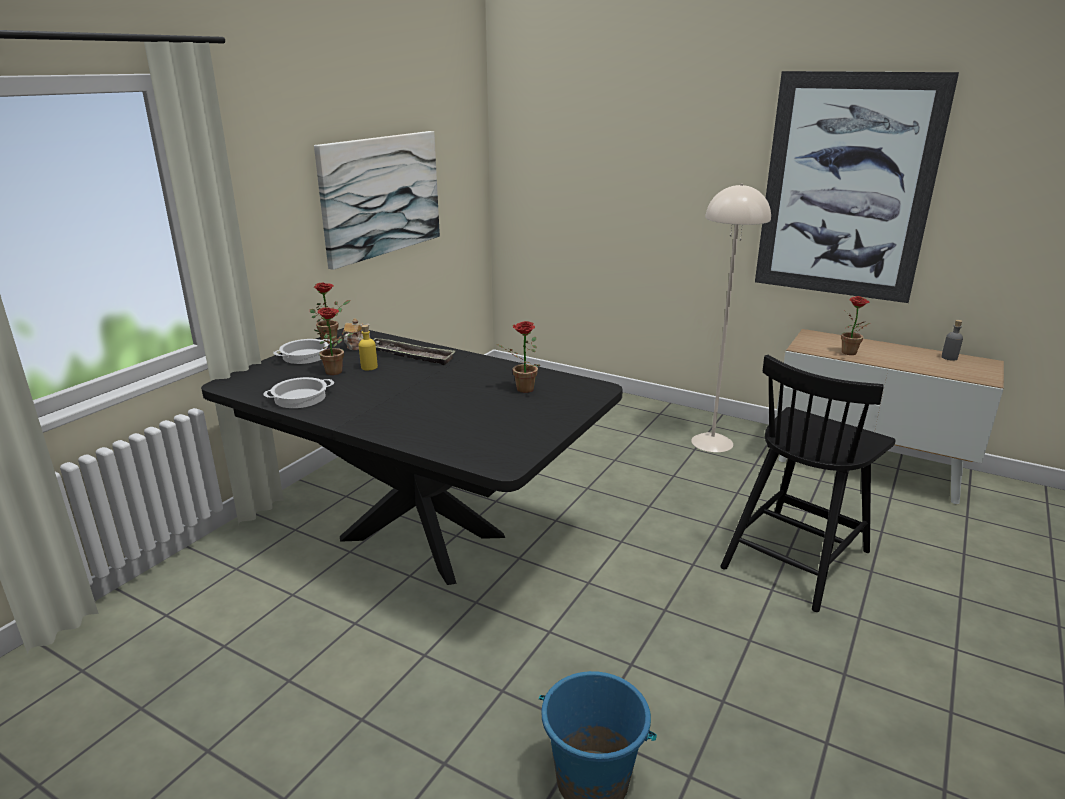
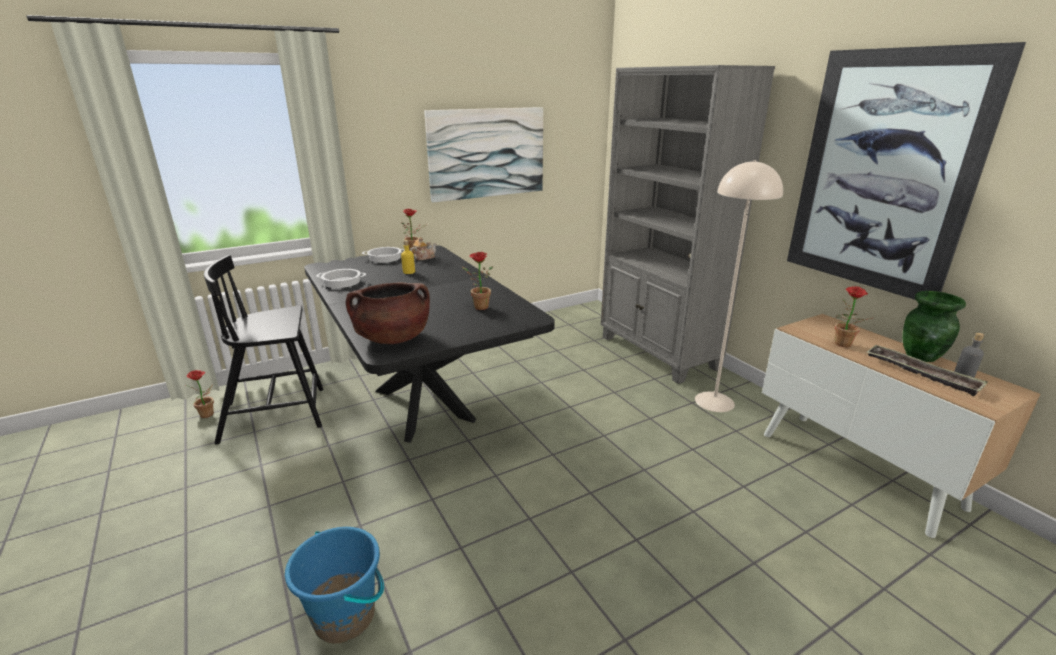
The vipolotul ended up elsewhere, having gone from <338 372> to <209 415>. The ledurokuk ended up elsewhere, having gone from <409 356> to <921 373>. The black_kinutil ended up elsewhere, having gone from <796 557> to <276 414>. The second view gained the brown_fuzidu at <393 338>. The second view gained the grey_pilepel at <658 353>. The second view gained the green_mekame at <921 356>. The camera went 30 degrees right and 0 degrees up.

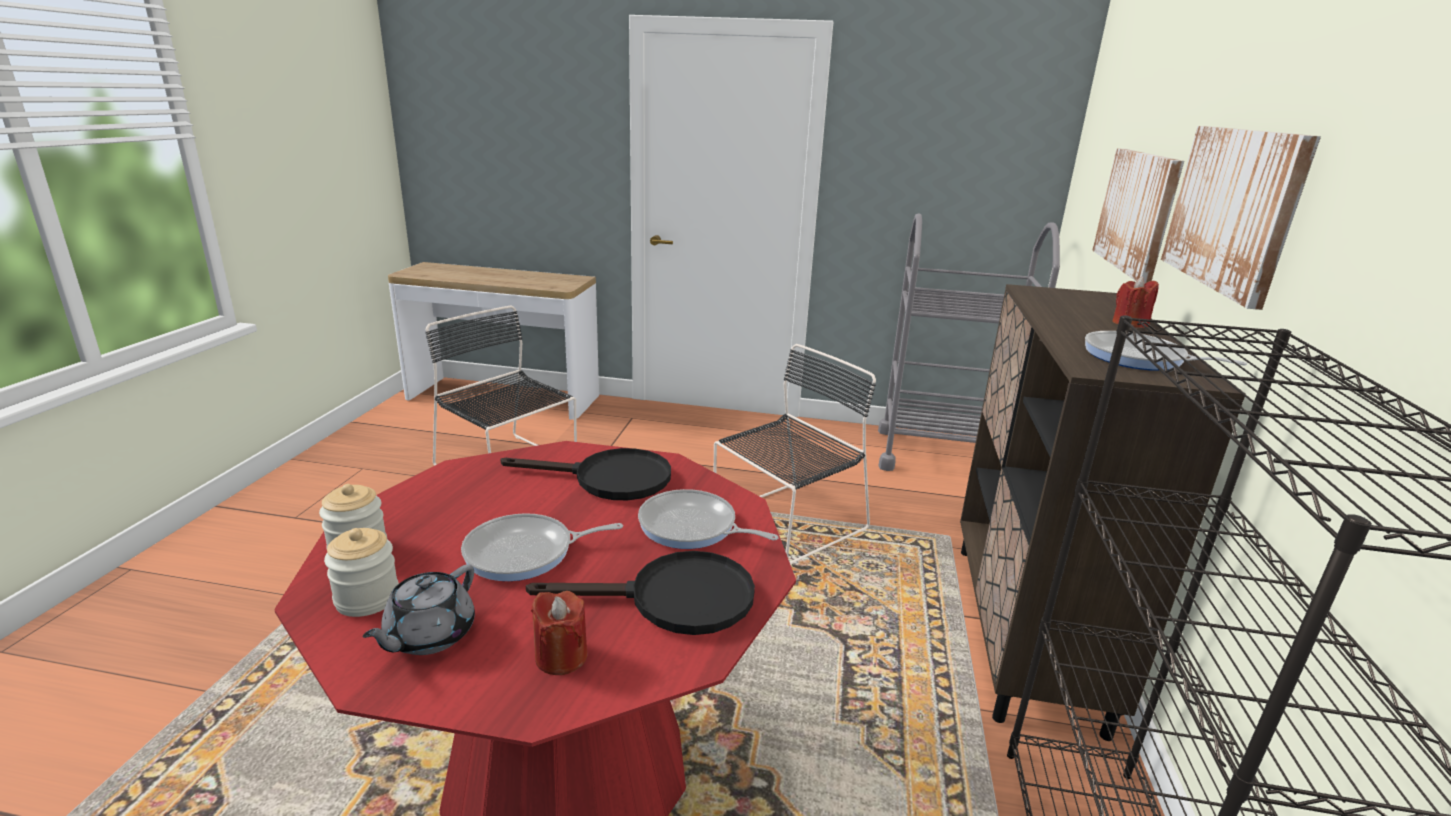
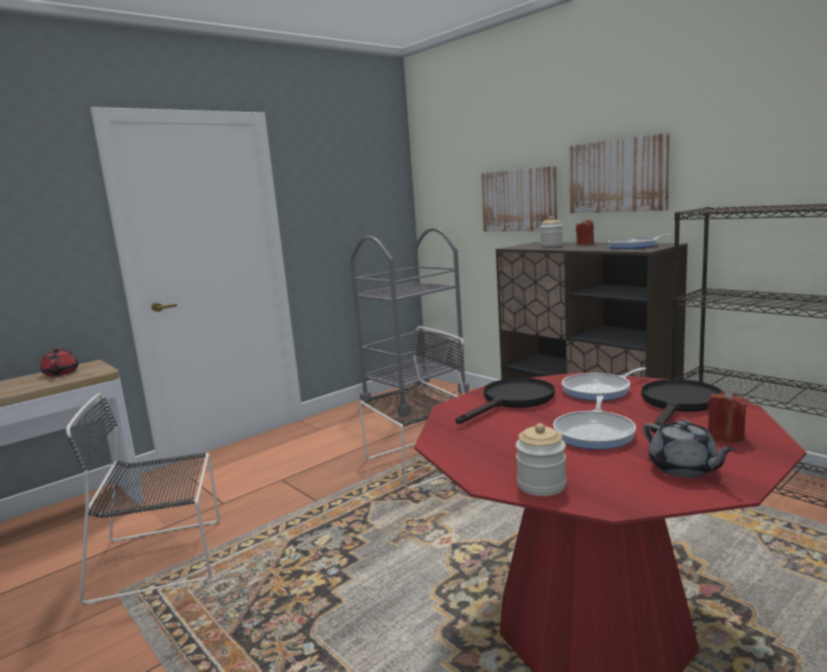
The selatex ended up elsewhere, having gone from <367 598> to <551 245>. The black_kinutil at <786 523> ended up facing another way, 60 degrees clockwise from before. The second view gained the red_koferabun at <61 373>. The camera went 50 degrees left and 10 degrees down.

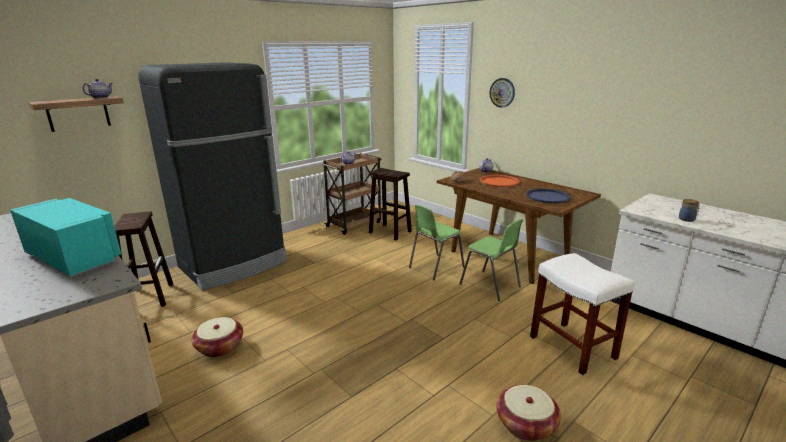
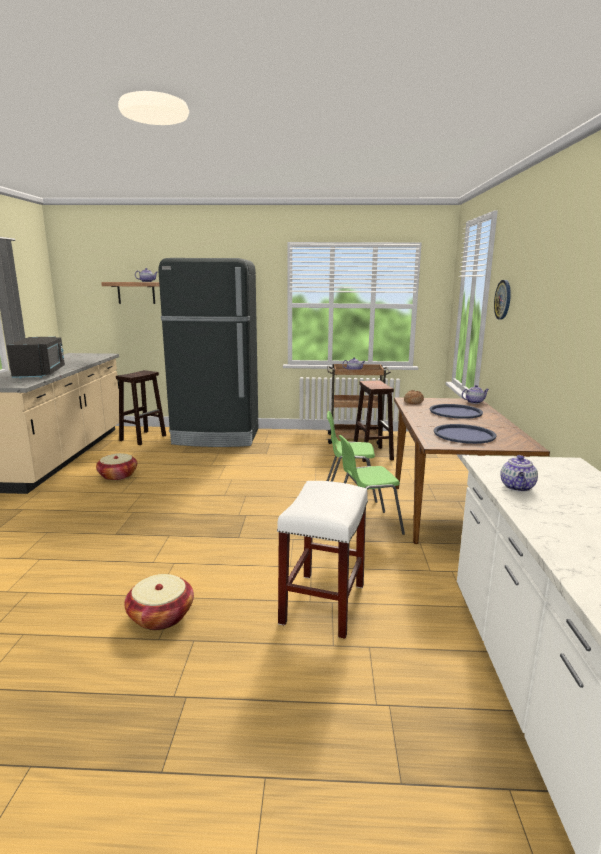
What was the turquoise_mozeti at <76 258> turned into the black_mozeti at <41 373>. The green_kinutil at <490 285> ended up facing another way, 75 degrees clockwise from before. What was the orange_ledurokuk at <499 181> turned into the blue_ledurokuk at <455 412>. Where the selatex stood at <687 219>, the koferabun came to stand at <517 487>. The camera went 45 degrees right and 5 degrees down.

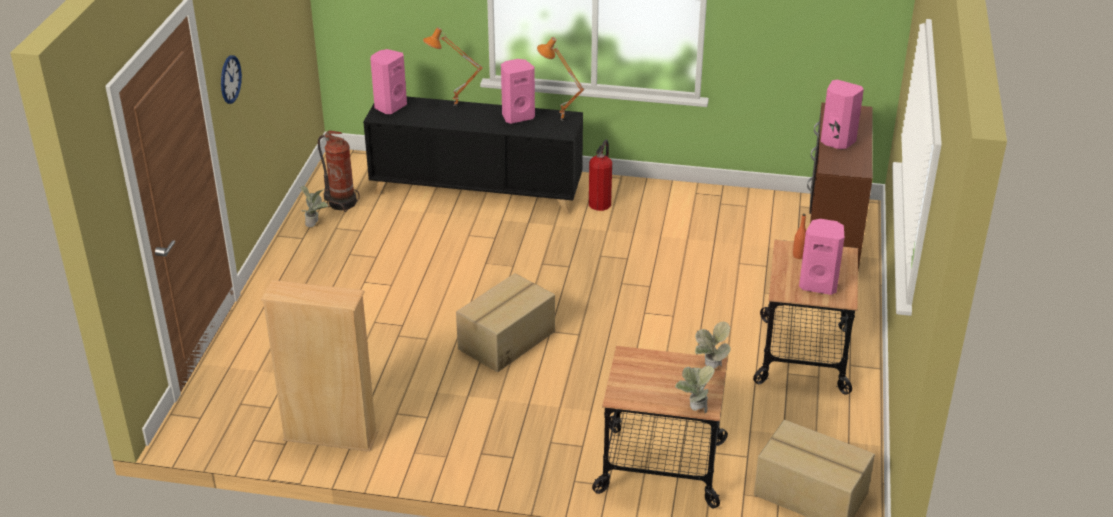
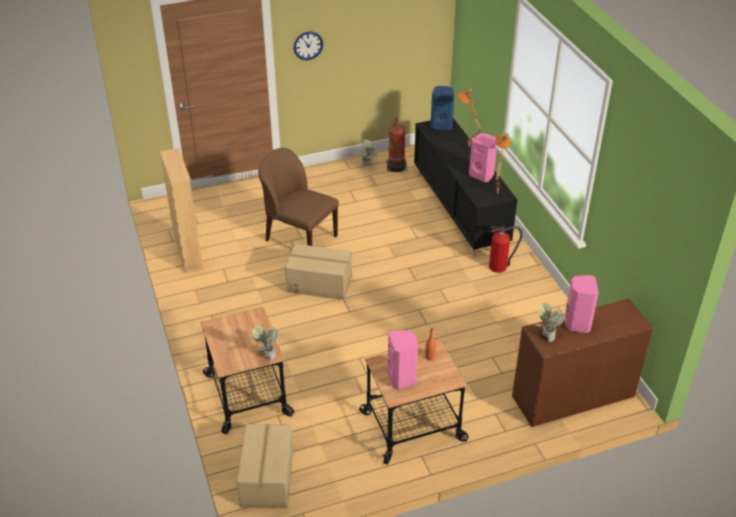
What was the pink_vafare at <389 106> turned into the blue_vafare at <441 125>. The vipolotul ended up elsewhere, having gone from <694 410> to <546 336>. The second view gained the brown_kinutil at <300 238>. The camera went 60 degrees right and 5 degrees up.

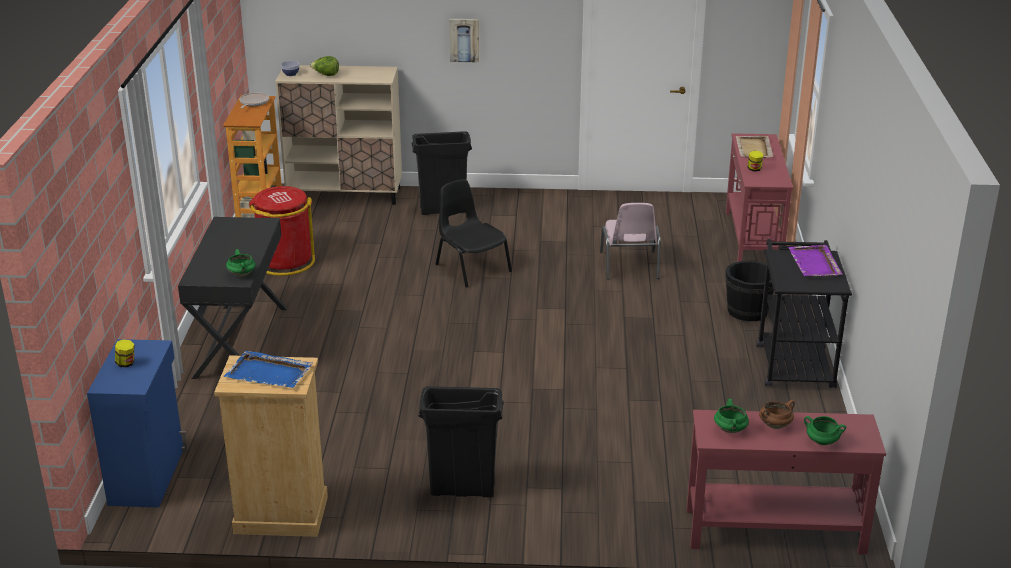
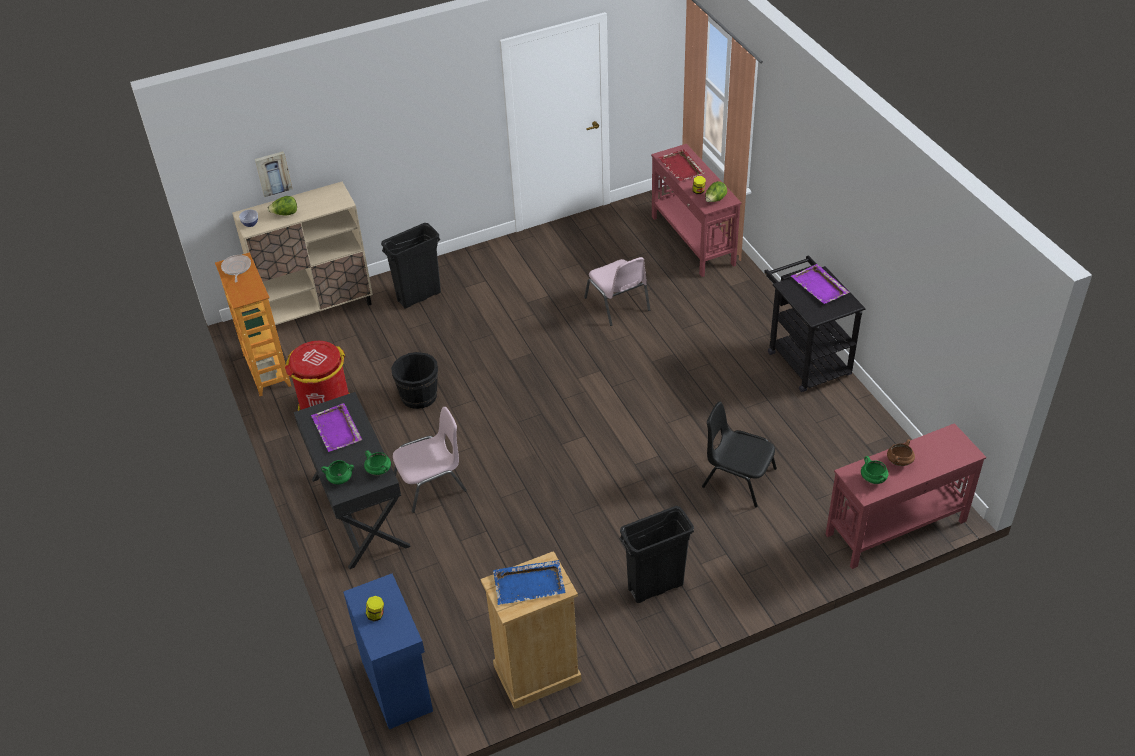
The black_kinutil ended up elsewhere, having gone from <472 268> to <737 477>. The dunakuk ended up elsewhere, having gone from <464 39> to <273 173>. The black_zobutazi ended up elsewhere, having gone from <747 311> to <419 396>. What was the beige_ledurokuk at <753 149> turned into the red_ledurokuk at <681 167>. The green_fuzidu ended up elsewhere, having gone from <821 442> to <340 479>. The second view gained the purple_ledurokuk at <336 430>. The second view gained the pink_kinutil at <431 483>. The second view gained the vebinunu at <715 200>. The camera went 25 degrees left and 15 degrees up.

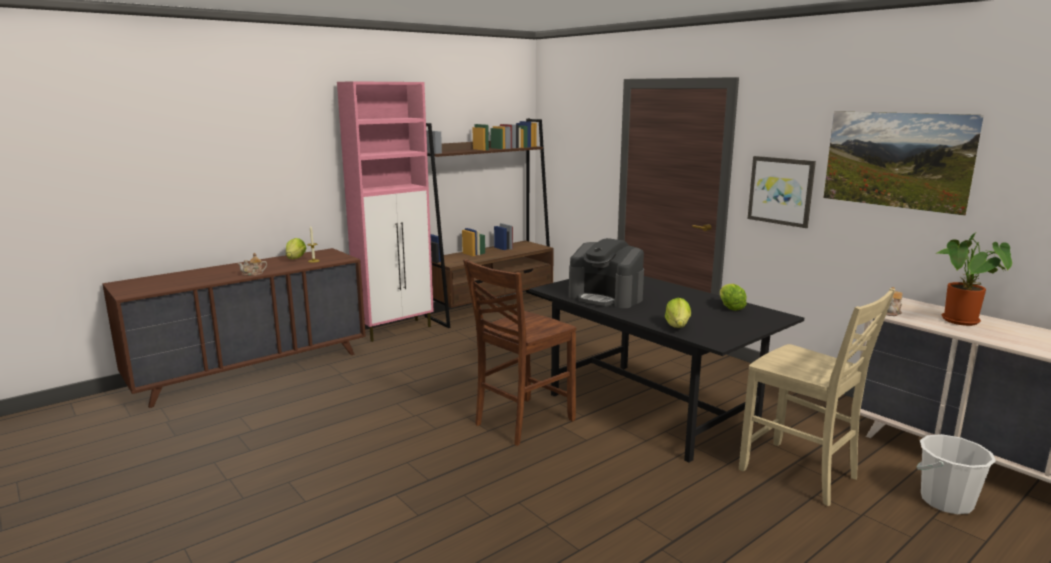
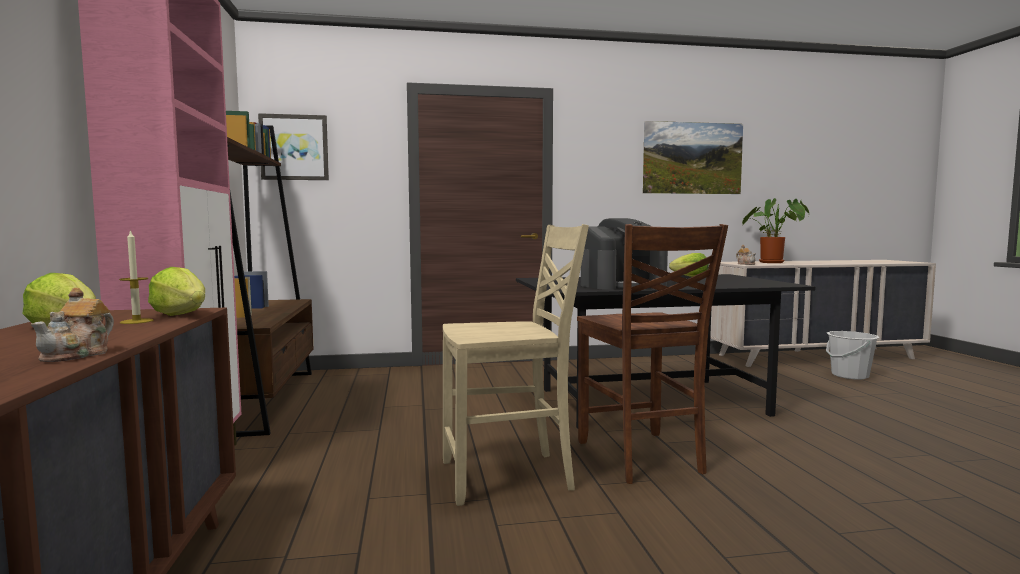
The vebinunu ended up elsewhere, having gone from <677 326> to <181 315>. The beige_kinutil ended up elsewhere, having gone from <800 474> to <509 476>. The dunakuk ended up elsewhere, having gone from <781 191> to <294 147>. The camera went 60 degrees left and 10 degrees down.

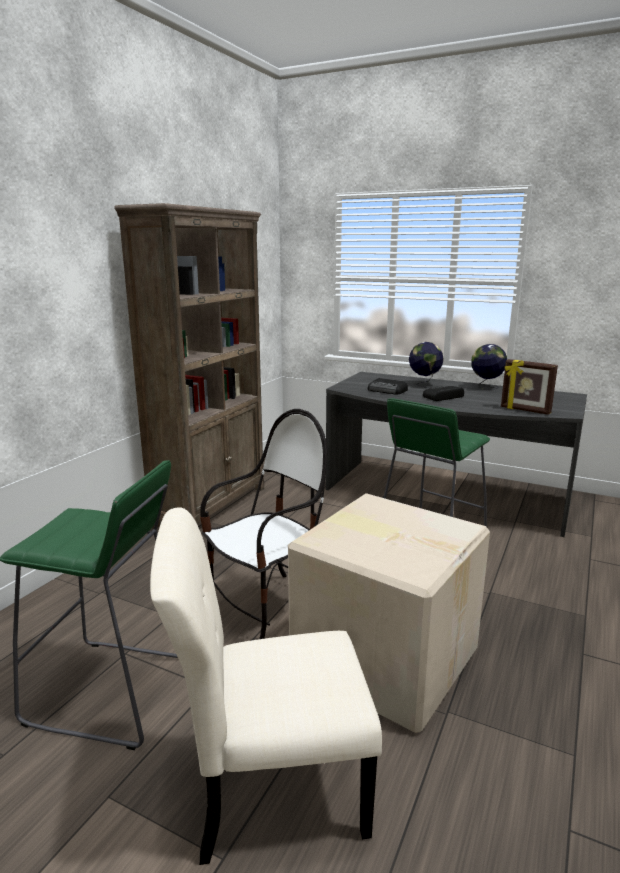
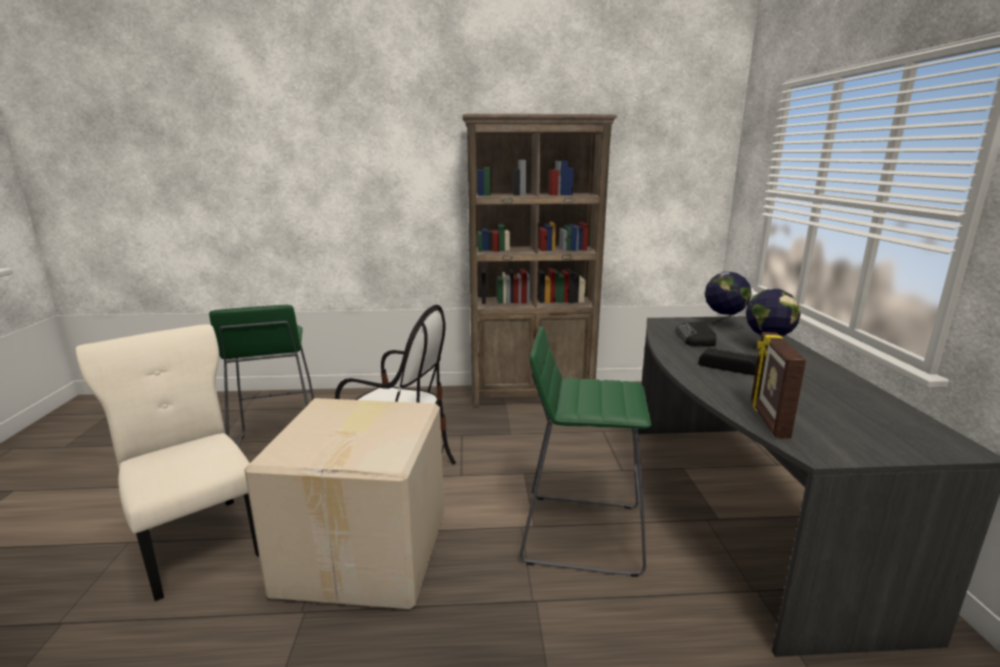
The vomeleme ended up elsewhere, having gone from <486 387> to <723 325>. The camera went 60 degrees right and 0 degrees up.

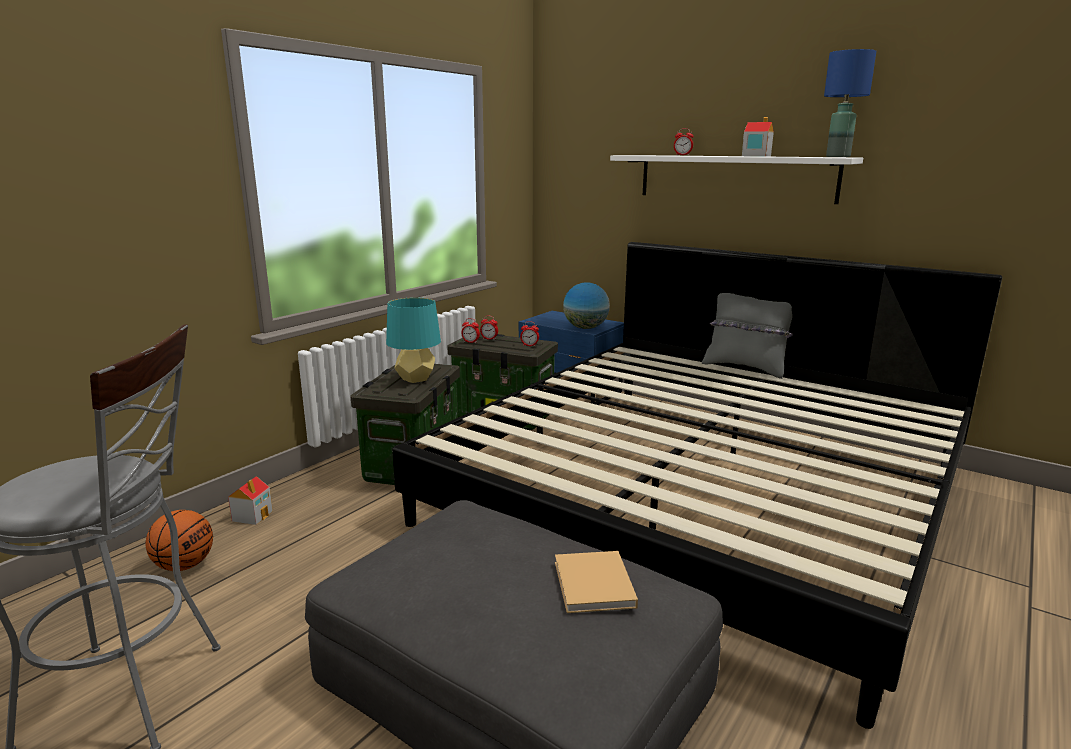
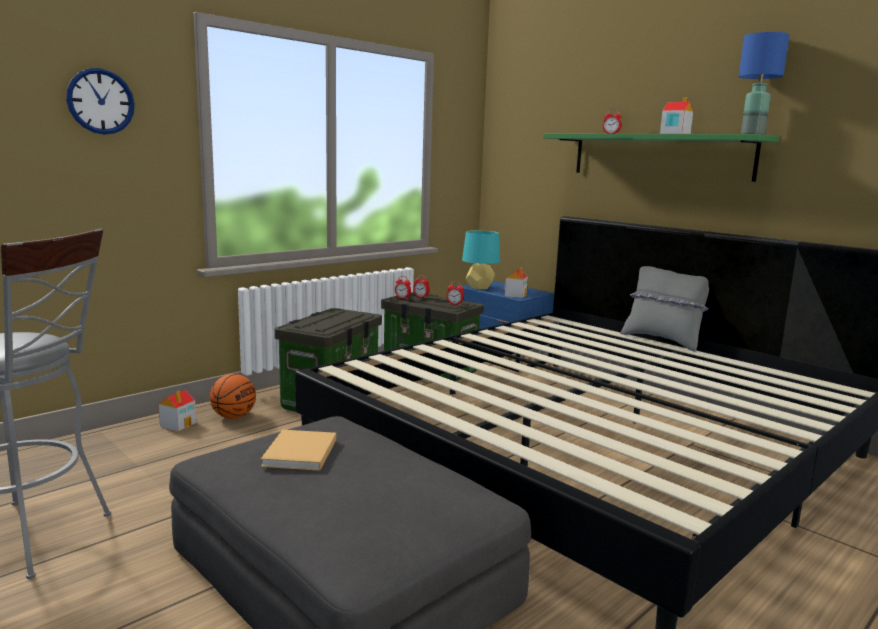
The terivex ended up elsewhere, having gone from <184 565> to <233 416>. The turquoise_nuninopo ended up elsewhere, having gone from <415 379> to <479 287>. The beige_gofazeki ended up elsewhere, having gone from <594 586> to <299 454>. Where the vomeleme stood at <585 328>, the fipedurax came to stand at <515 295>. What was the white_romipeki at <734 177> turned into the green_romipeki at <659 156>. The second view gained the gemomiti at <101 101>. The camera went 10 degrees right and 5 degrees down.

